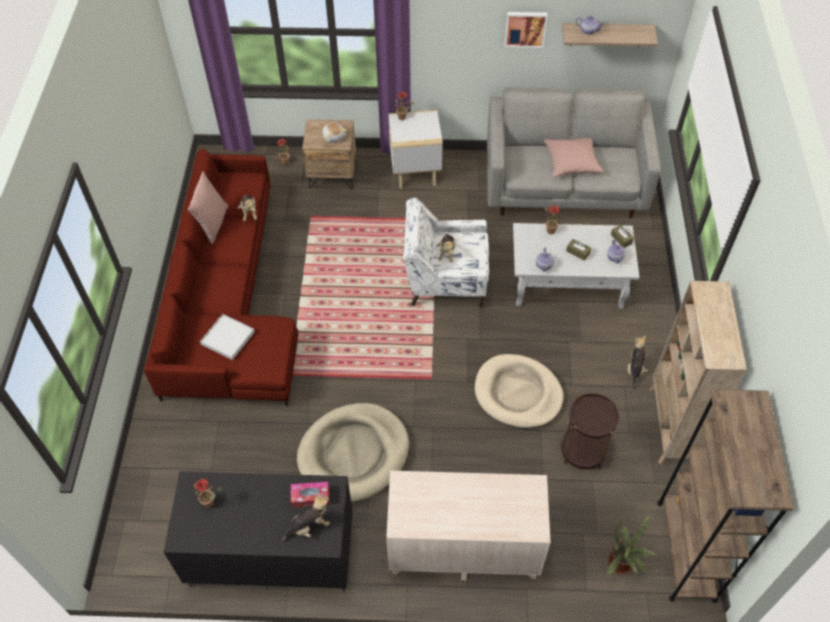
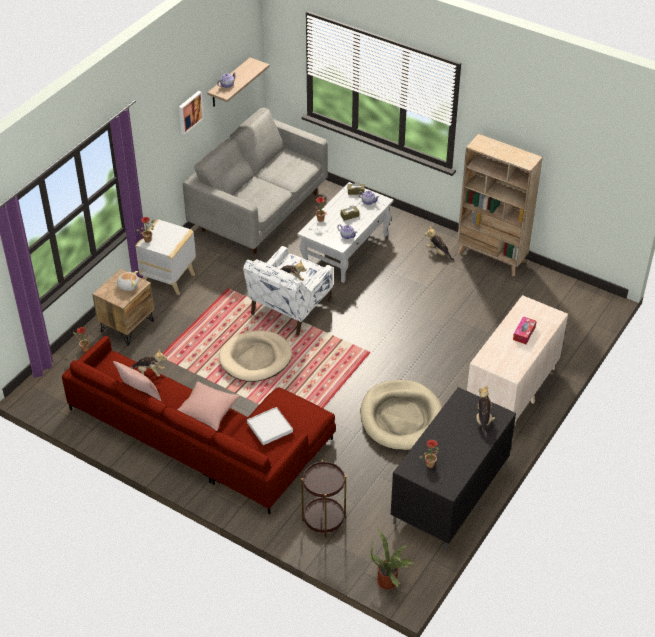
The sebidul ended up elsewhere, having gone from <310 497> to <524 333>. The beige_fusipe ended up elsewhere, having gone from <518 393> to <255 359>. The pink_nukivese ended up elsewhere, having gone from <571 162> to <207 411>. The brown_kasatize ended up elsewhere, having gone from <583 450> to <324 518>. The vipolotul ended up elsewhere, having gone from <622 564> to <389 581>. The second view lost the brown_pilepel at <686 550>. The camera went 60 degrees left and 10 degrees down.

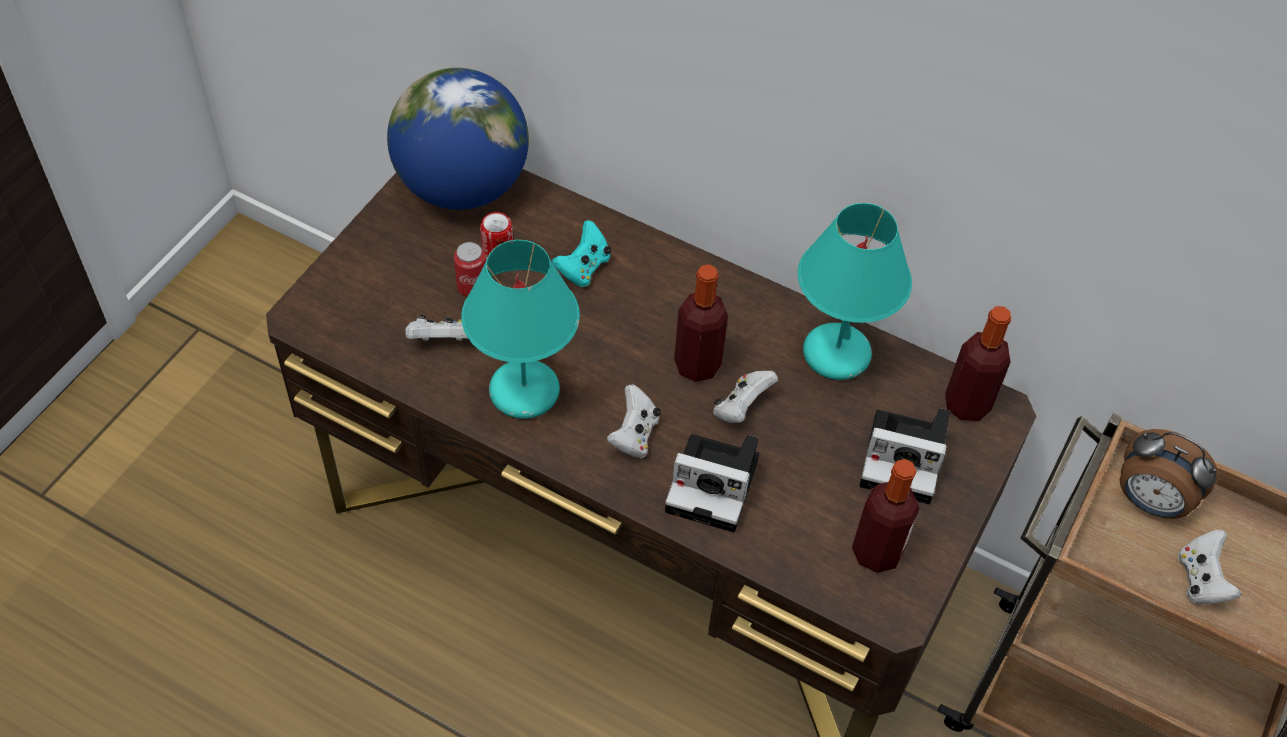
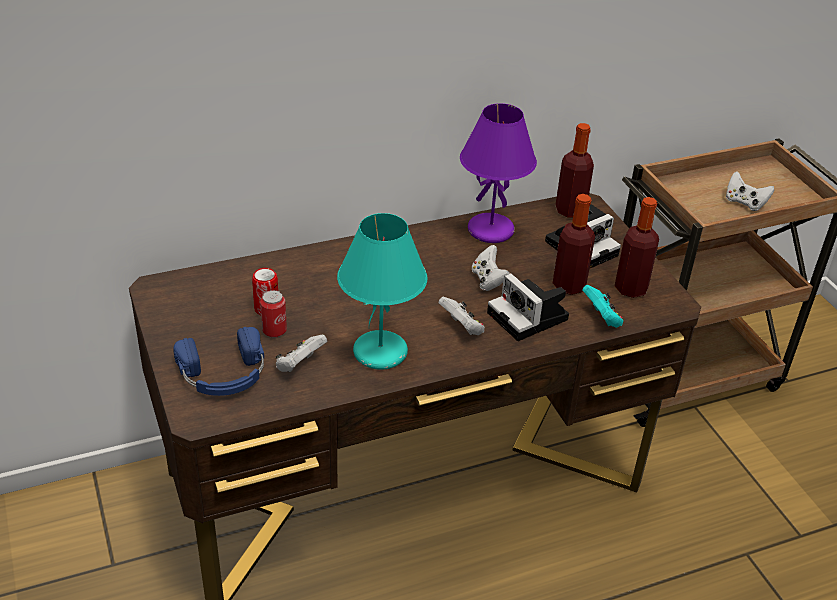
The second view lost the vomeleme at <463 187>. The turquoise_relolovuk ended up elsewhere, having gone from <583 268> to <602 318>. The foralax at <716 485> ended up facing another way, 90 degrees clockwise from before. The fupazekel ended up elsewhere, having gone from <697 365> to <569 285>. What was the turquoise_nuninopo at <838 355> turned into the purple_nuninopo at <491 230>. The second view lost the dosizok at <1149 501>. The second view gained the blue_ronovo at <224 374>. The camera went 50 degrees left and 15 degrees down.

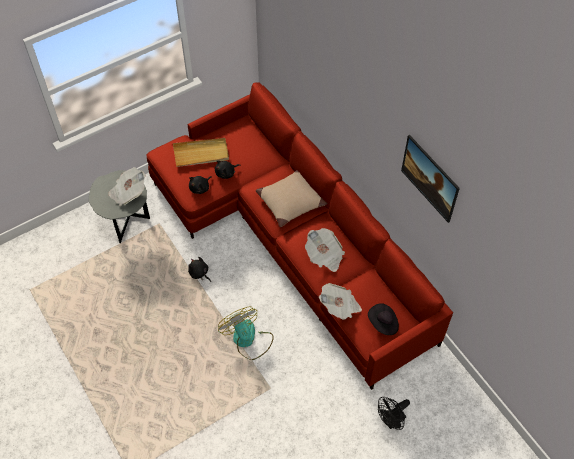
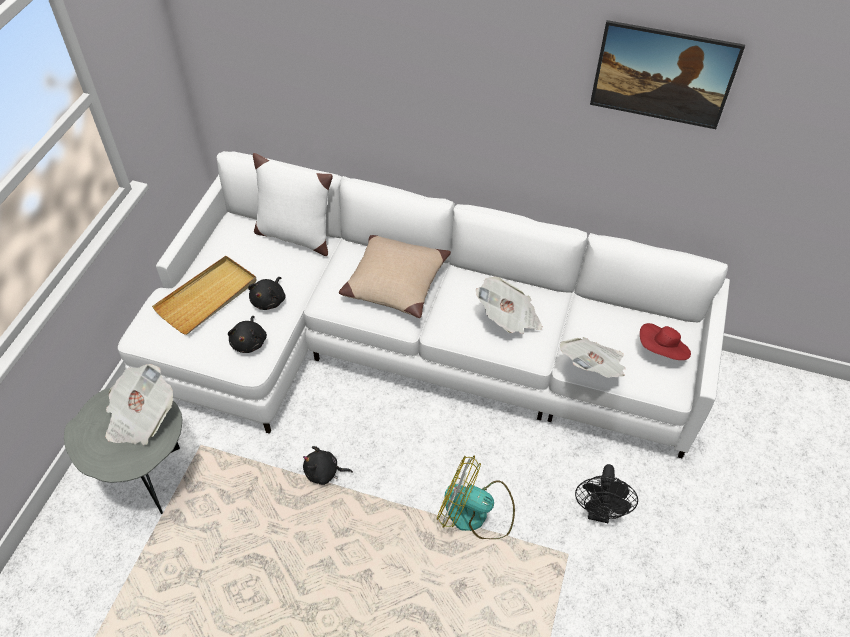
What was the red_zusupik at <292 240> turned into the white_zusupik at <408 346>. What was the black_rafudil at <383 324> turned into the red_rafudil at <662 351>. The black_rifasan ended up elsewhere, having gone from <391 421> to <599 512>. The second view gained the white_nukivese at <295 235>. The camera went 40 degrees left and 5 degrees down.

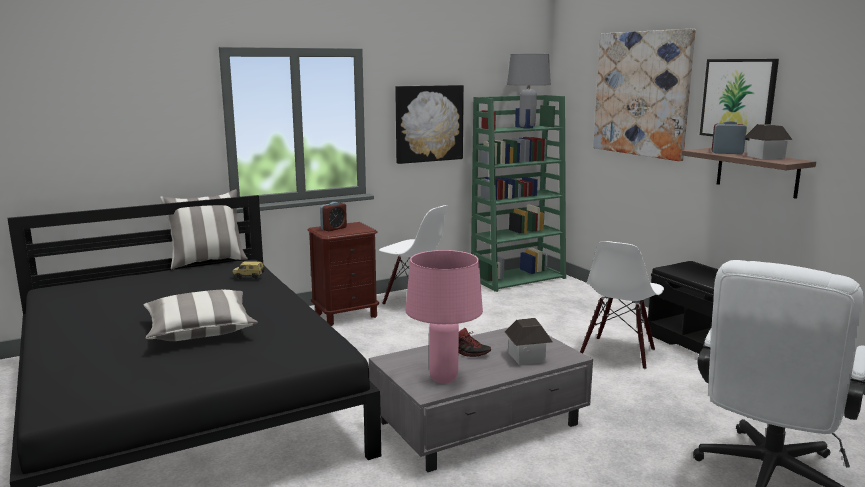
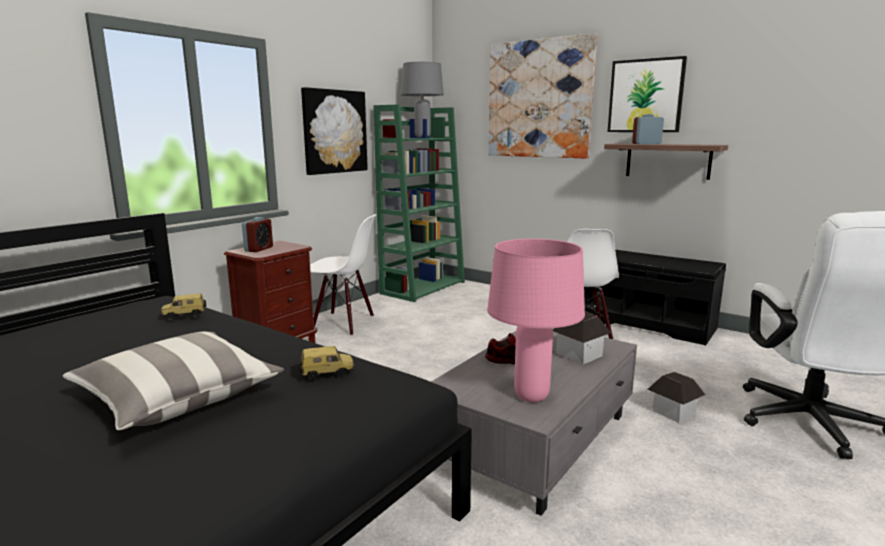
The second view lost the nukivese at <207 262>. The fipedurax ended up elsewhere, having gone from <765 157> to <673 412>. The second view gained the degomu at <327 374>. The camera went 25 degrees left and 0 degrees up.

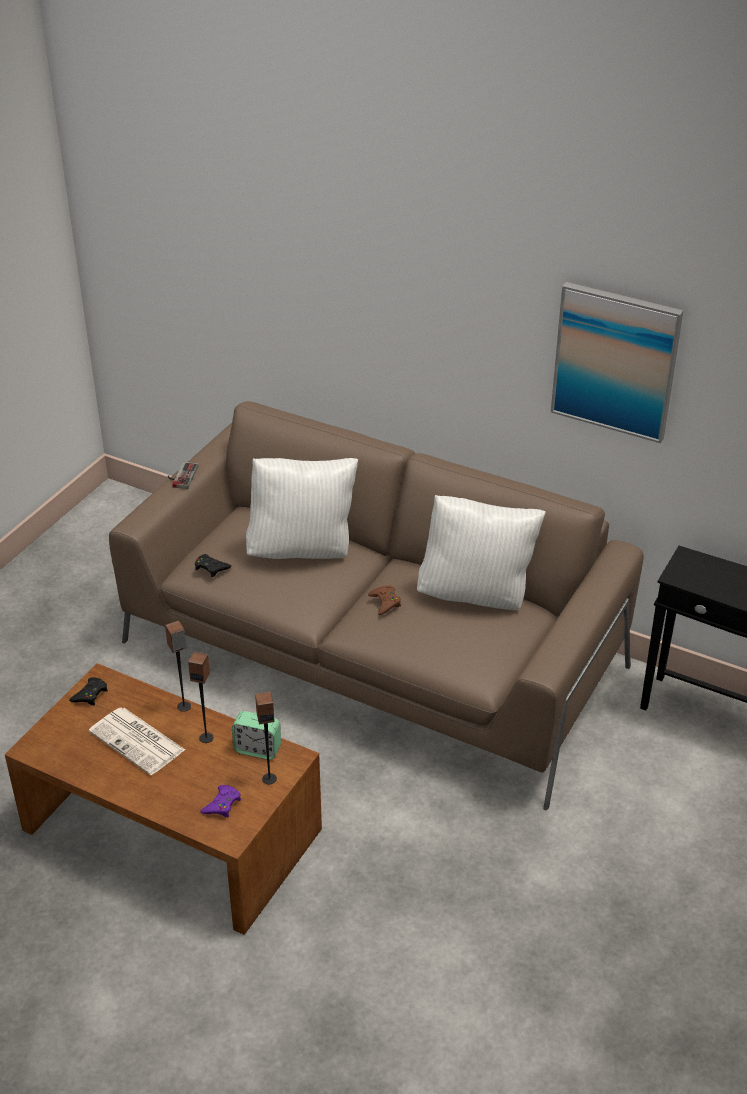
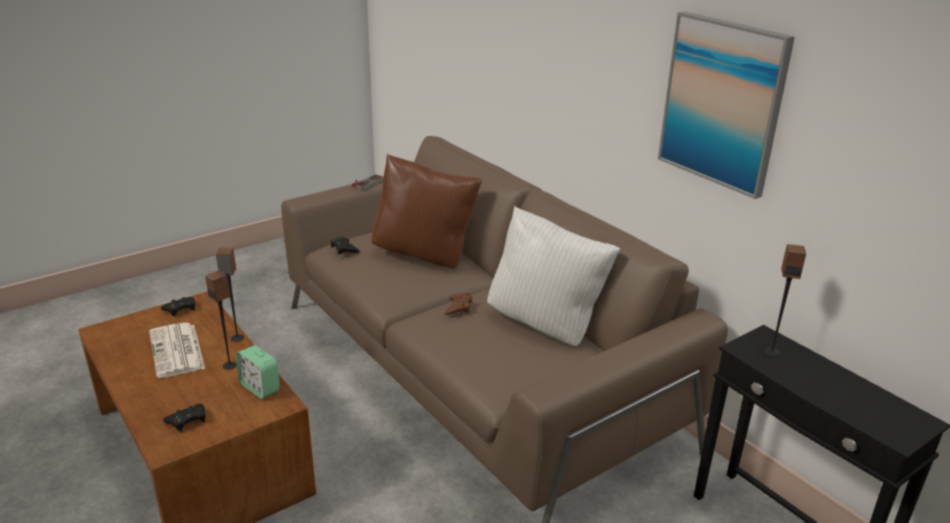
What was the purple_relolovuk at <222 804> turned into the black_relolovuk at <187 420>. What was the white_nukivese at <302 550> turned into the brown_nukivese at <425 256>. The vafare ended up elsewhere, having gone from <269 778> to <771 352>. The camera went 25 degrees right and 10 degrees down.

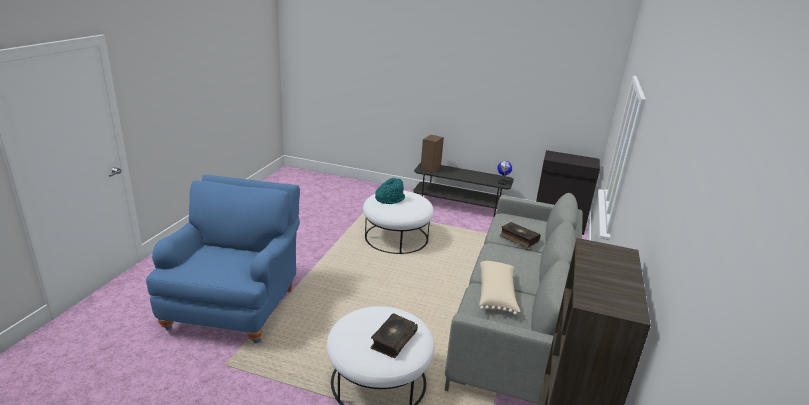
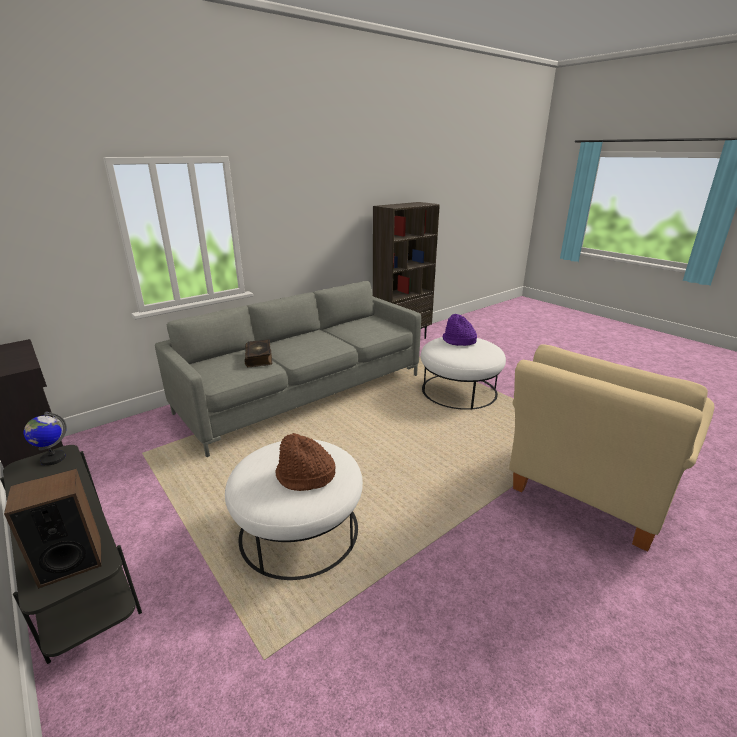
What was the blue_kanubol at <235 305> turned into the beige_kanubol at <590 490>. Where the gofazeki stood at <393 340>, the purple_rafudil came to stand at <458 341>. What was the turquoise_rafudil at <390 199> turned into the brown_rafudil at <305 476>. The second view lost the beige_nukivese at <497 294>. The camera went 145 degrees left and 0 degrees up.

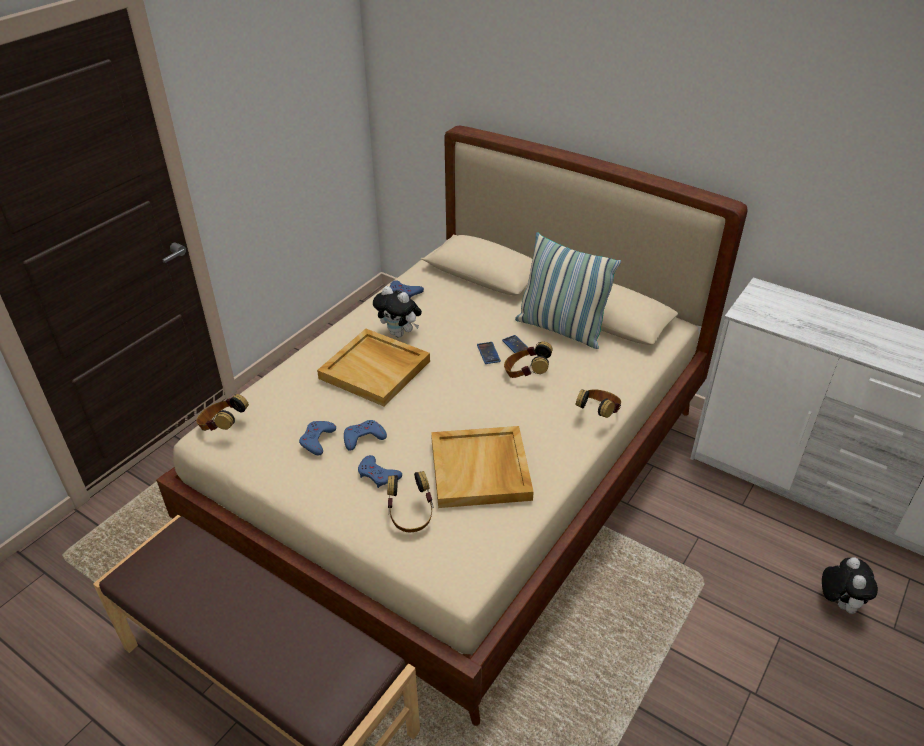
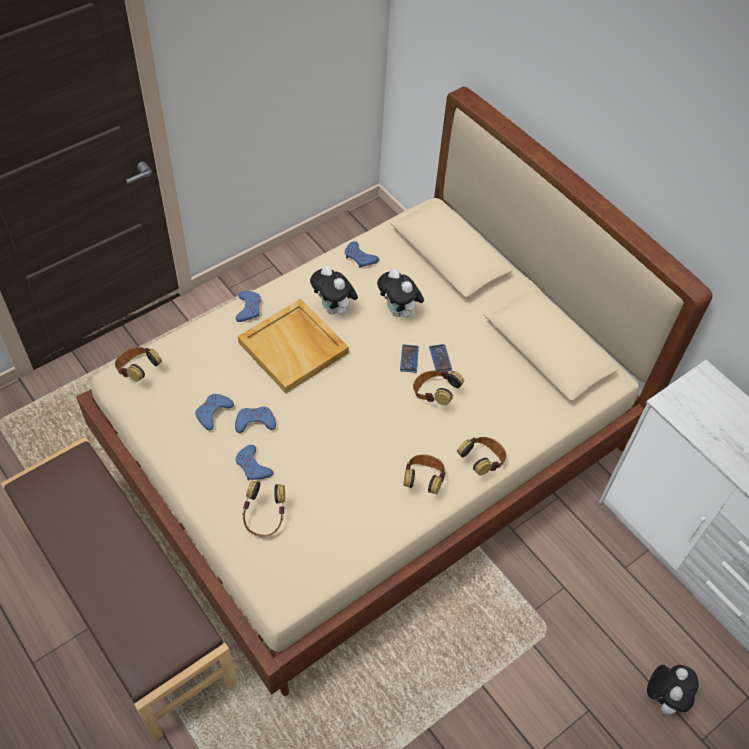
The second view lost the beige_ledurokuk at <481 470>. The second view lost the nukivese at <561 329>. The second view gained the blue_relolovuk at <248 308>. The second view gained the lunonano at <399 312>. The second view gained the ronovo at <423 481>. The camera went 15 degrees right and 15 degrees up.

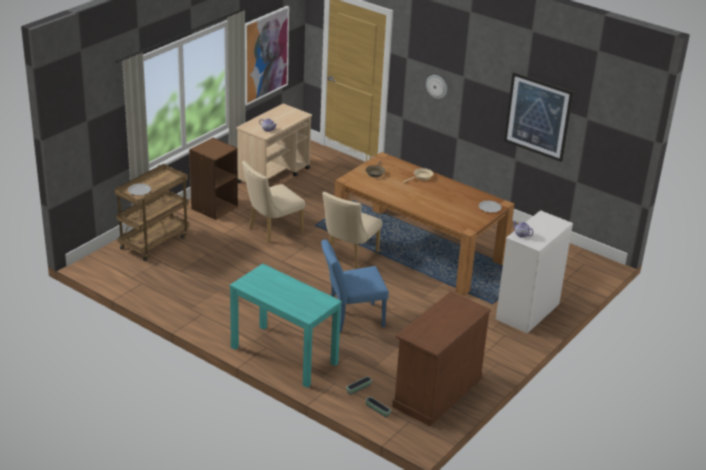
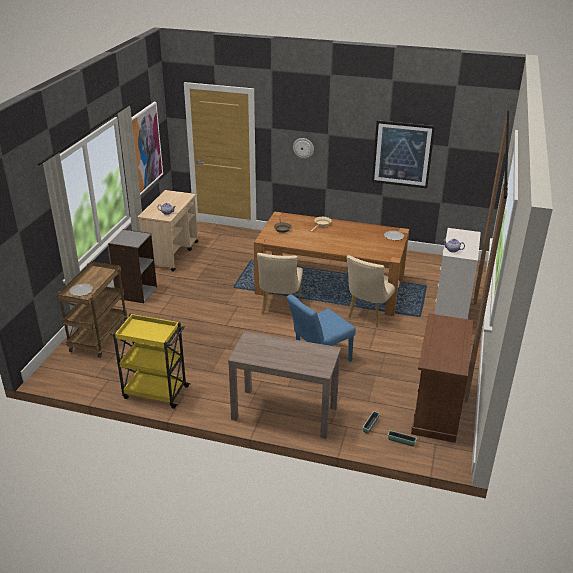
What was the brown_pilepel at <214 207> turned into the grey_pilepel at <136 292>. What was the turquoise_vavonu at <283 355> turned into the brown_vavonu at <284 413>. The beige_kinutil ended up elsewhere, having gone from <272 231> to <369 315>. The second view gained the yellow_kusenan at <154 392>. The camera went 20 degrees left and 0 degrees up.

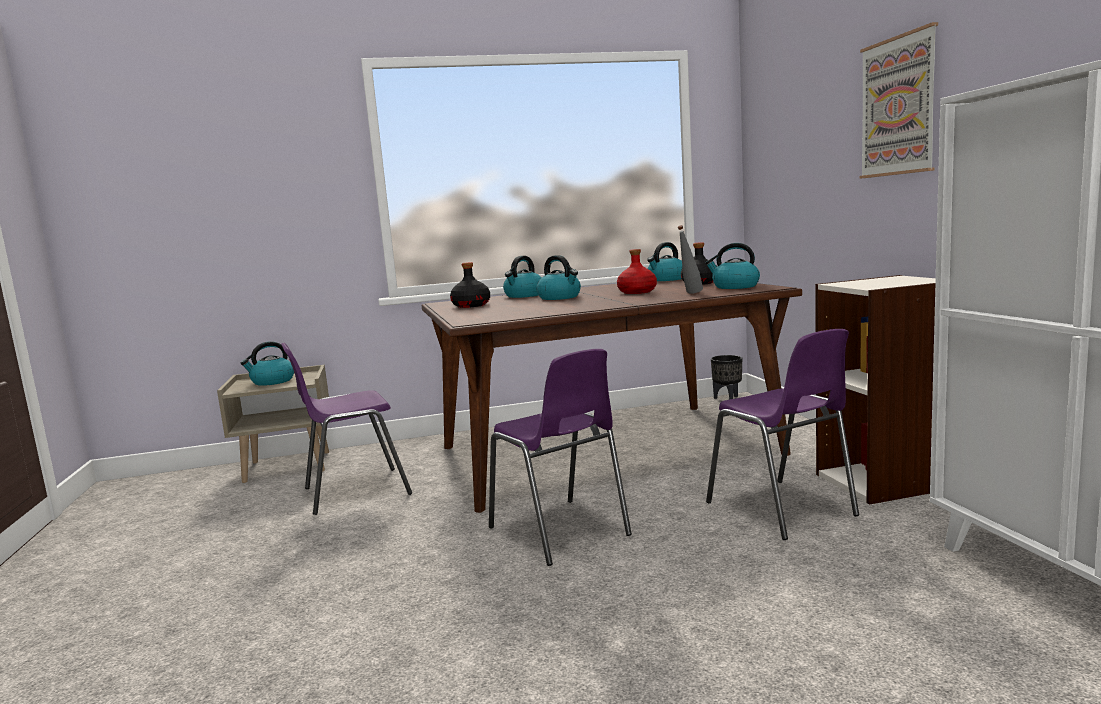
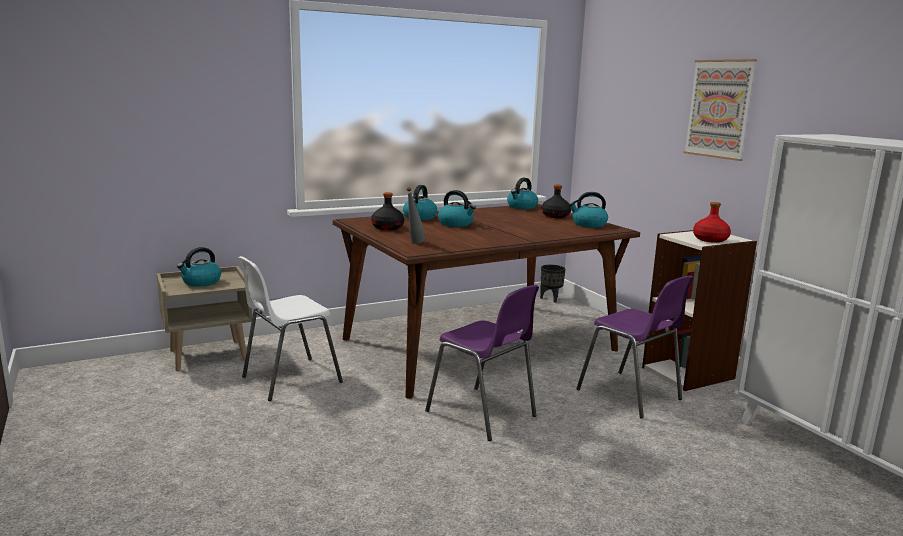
What was the purple_kinutil at <353 491> turned into the white_kinutil at <289 380>. The red_fupazekel ended up elsewhere, having gone from <637 292> to <710 240>. The grey_fupazekel ended up elsewhere, having gone from <690 293> to <414 244>. The camera went 15 degrees left and 5 degrees up.

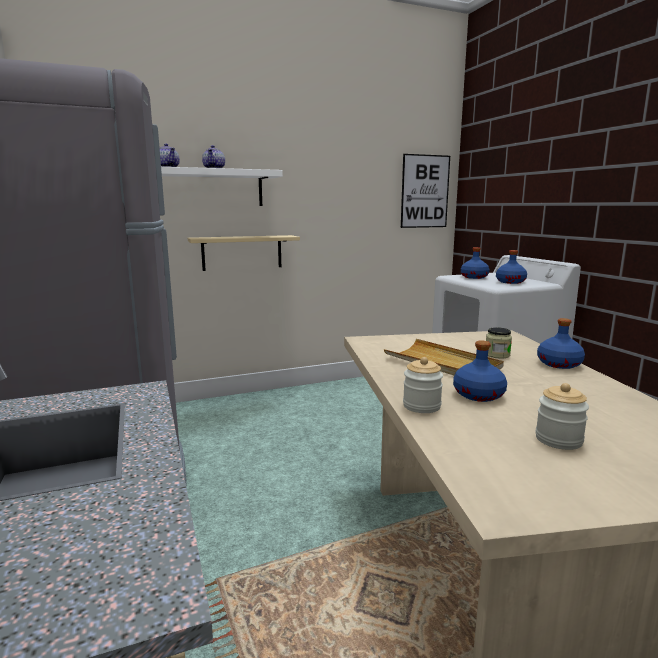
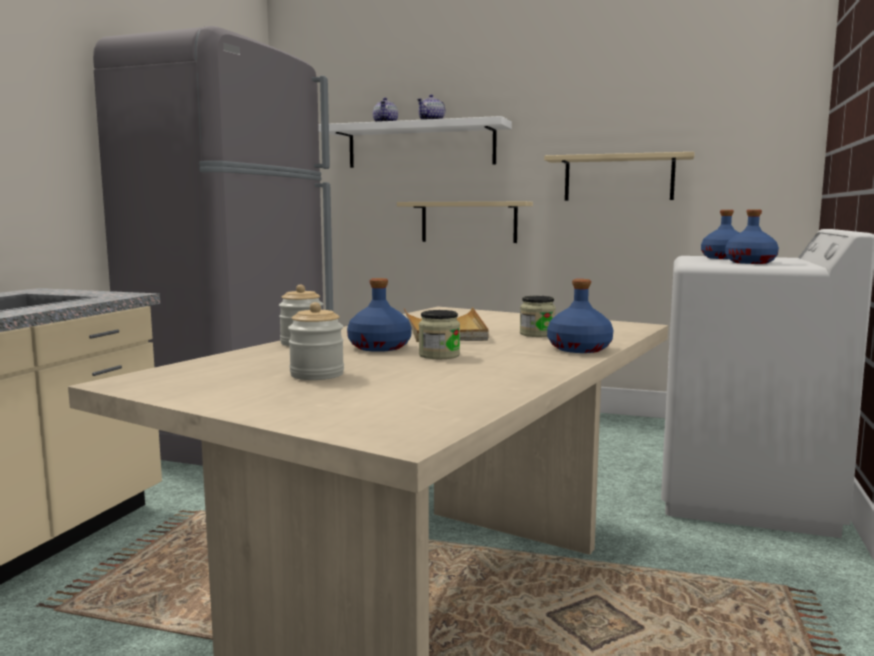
The second view lost the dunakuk at <425 191>. The second view gained the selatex at <439 355>. The second view gained the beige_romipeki at <618 178>. The camera went 40 degrees right and 5 degrees down.

